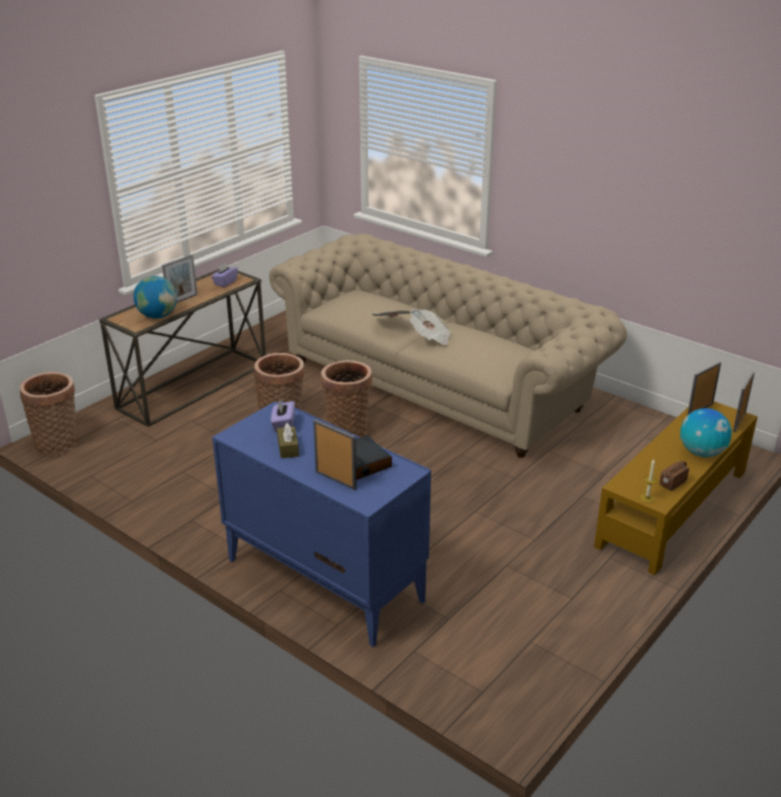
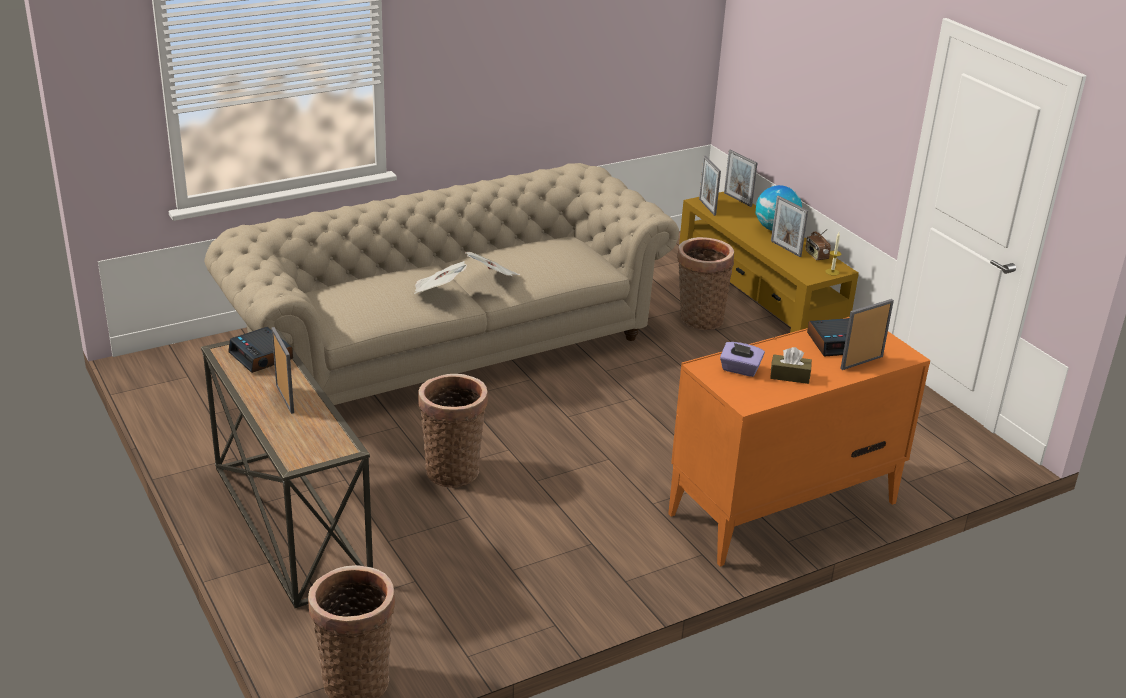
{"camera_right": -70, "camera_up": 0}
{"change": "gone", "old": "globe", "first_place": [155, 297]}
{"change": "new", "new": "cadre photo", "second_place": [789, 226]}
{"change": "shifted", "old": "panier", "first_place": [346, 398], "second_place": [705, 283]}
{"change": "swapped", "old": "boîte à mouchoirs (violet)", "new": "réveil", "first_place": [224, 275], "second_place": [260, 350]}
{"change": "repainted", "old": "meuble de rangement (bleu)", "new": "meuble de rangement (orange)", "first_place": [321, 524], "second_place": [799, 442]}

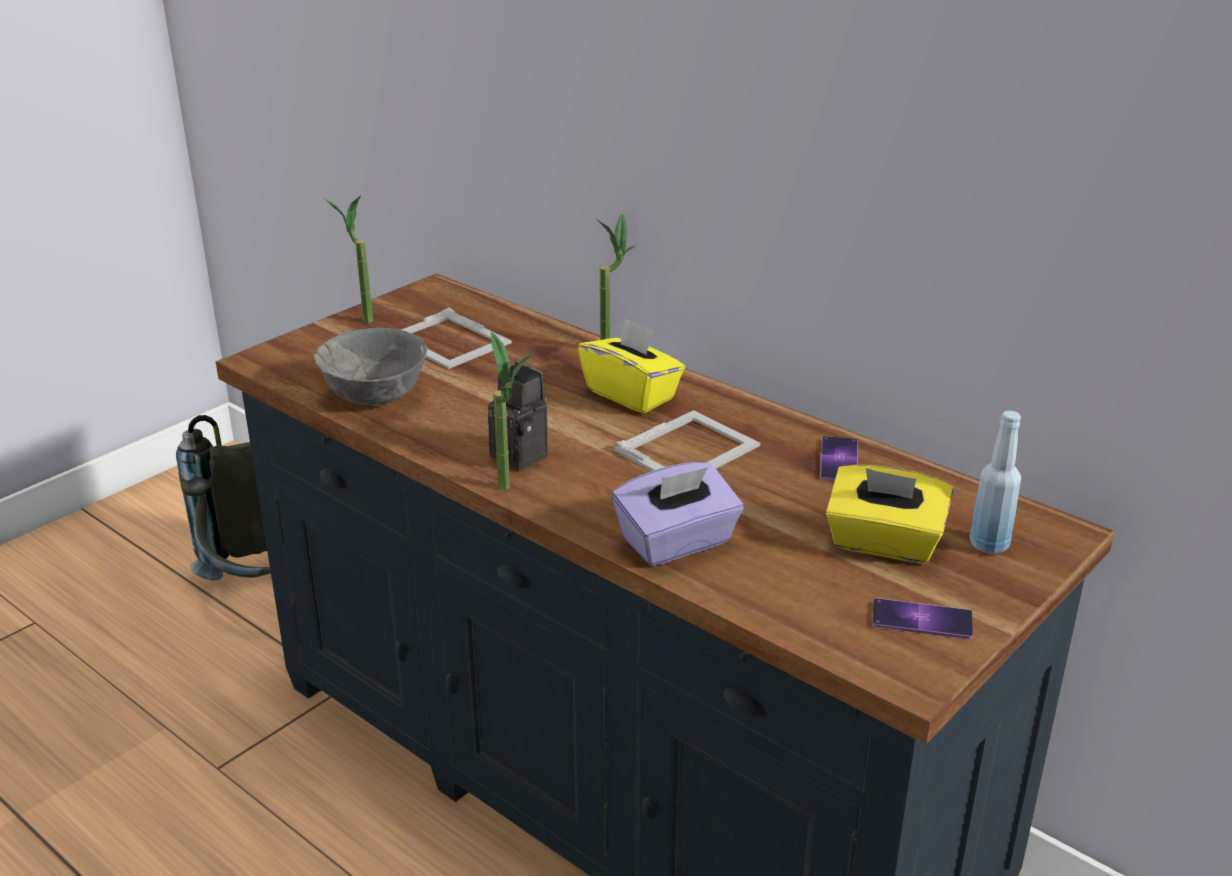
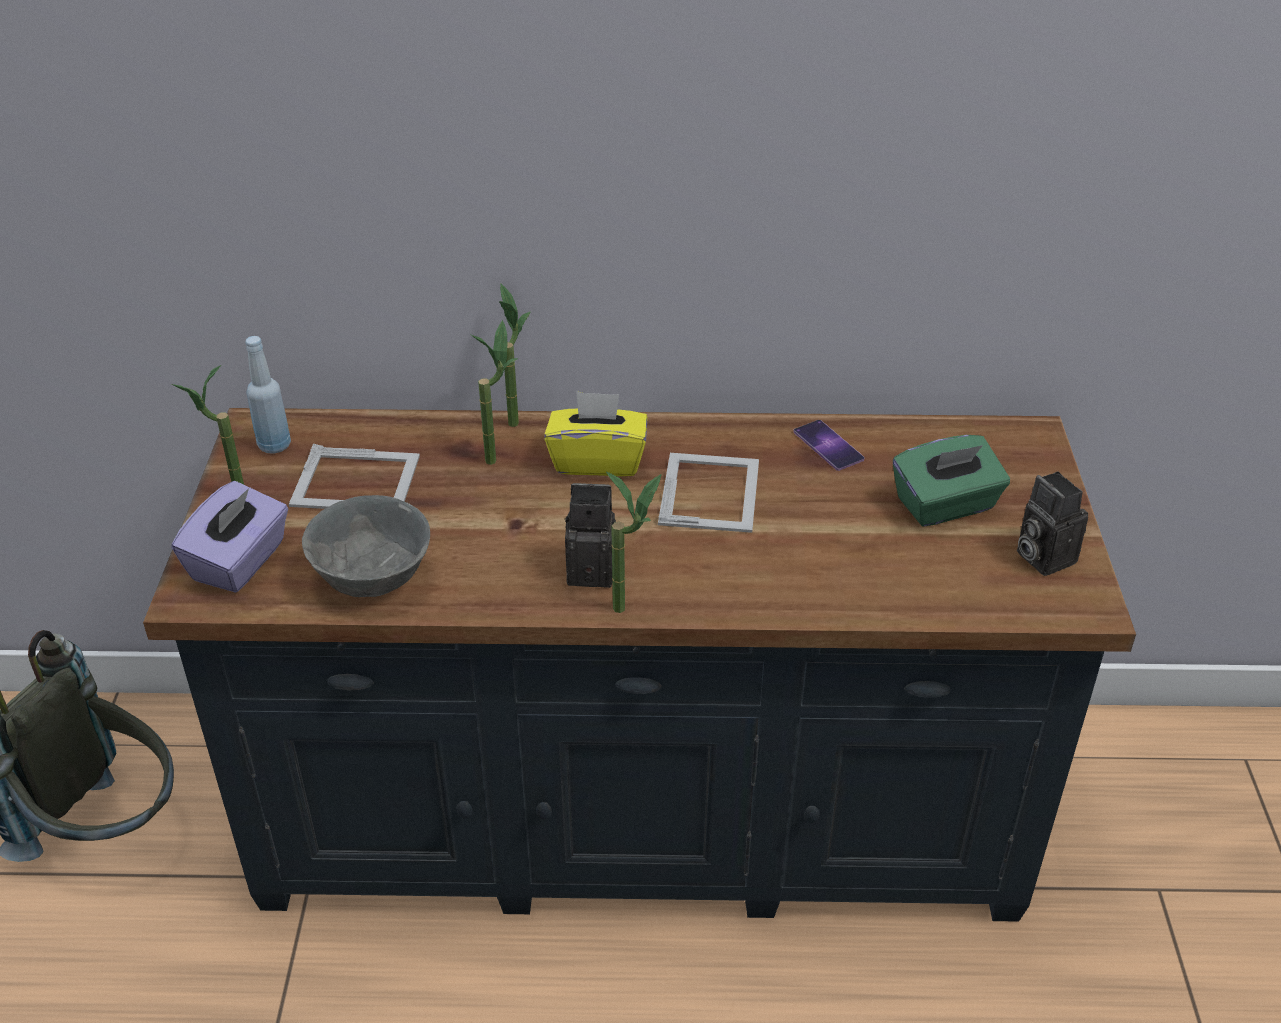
{"camera_right": -40, "camera_up": 10}
{"change": "new", "new": "plante en pot", "second_place": [494, 392]}
{"change": "shifted", "old": "boîte à mouchoirs (violet)", "first_place": [677, 514], "second_place": [229, 537]}
{"change": "shifted", "old": "bouteille (bleu)", "first_place": [995, 482], "second_place": [268, 395]}
{"change": "swapped", "old": "téléphone", "new": "appareil photo", "first_place": [922, 618], "second_place": [1052, 523]}
{"change": "repainted", "old": "boîte à mouchoirs (jaune)", "new": "boîte à mouchoirs (vert)", "first_place": [889, 514], "second_place": [951, 481]}

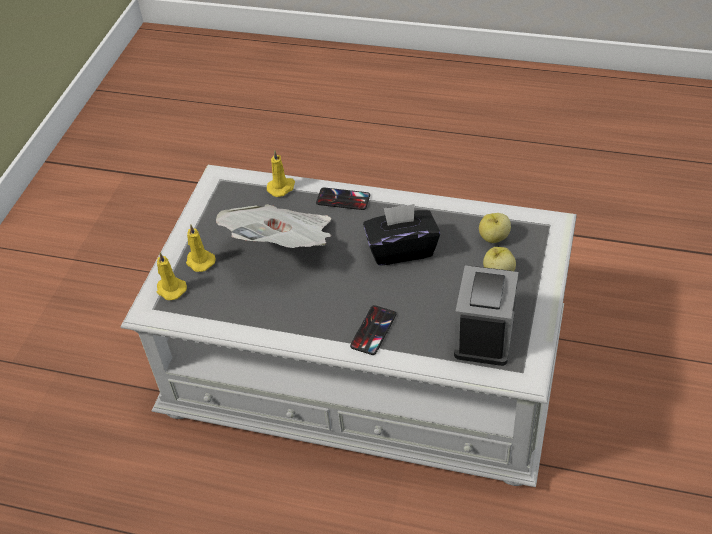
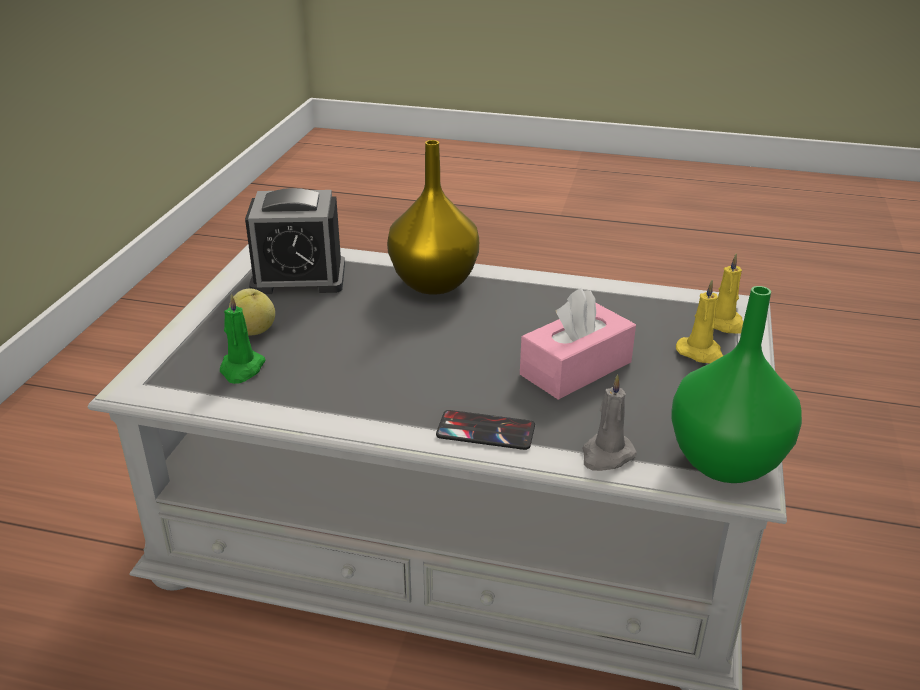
{"camera_right": 175, "camera_up": -15}
{"change": "gone", "old": "boîte à mouchoirs (noir)", "first_place": [401, 235]}
{"change": "new", "new": "vase (vert)", "second_place": [737, 384]}
{"change": "swapped", "old": "journal", "new": "boîte à mouchoirs (rose)", "first_place": [273, 226], "second_place": [578, 343]}
{"change": "swapped", "old": "téléphone", "new": "vase (jaune)", "first_place": [373, 330], "second_place": [433, 217]}
{"change": "swapped", "old": "pomme", "new": "bougie (vert)", "first_place": [495, 228], "second_place": [243, 339]}
{"change": "repainted", "old": "bougie (jaune)", "new": "bougie (gris)", "first_place": [281, 173], "second_place": [609, 422]}
{"change": "rotated", "old": "réveil", "first_place": [486, 316], "second_place": [295, 241], "degrees": -105}

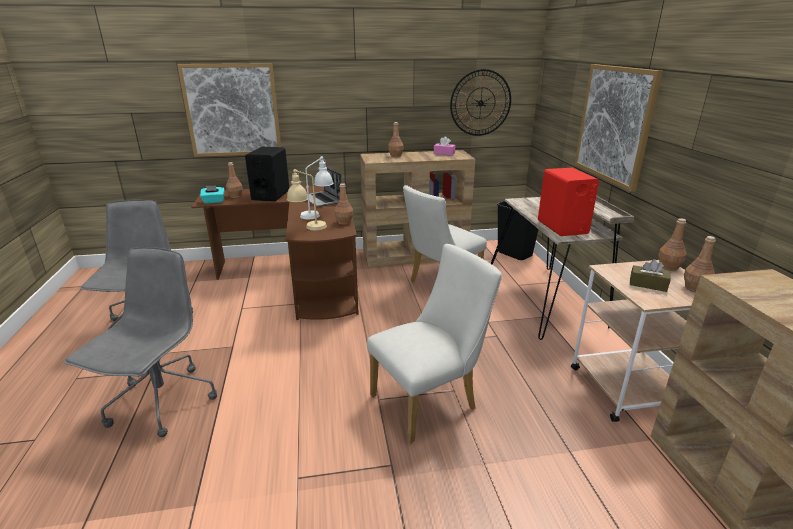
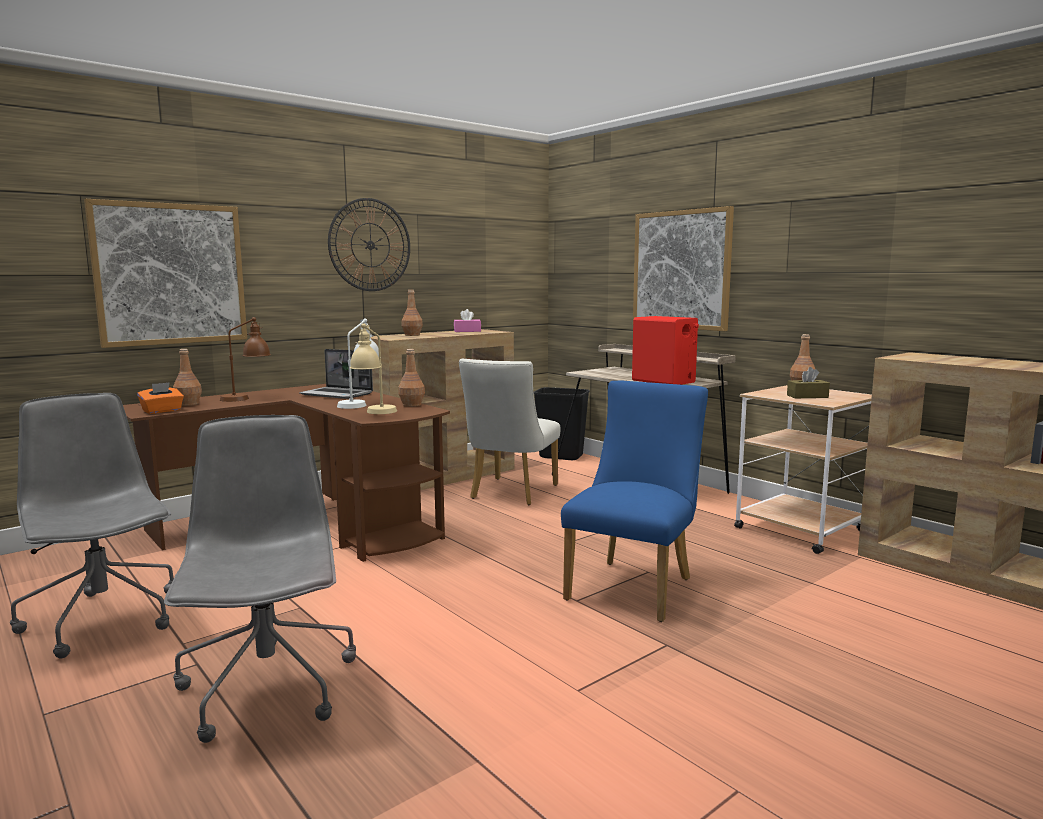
{"camera_right": -30, "camera_up": -15}
{"change": "gone", "old": "bouteille (marron)", "first_place": [700, 264]}
{"change": "shifted", "old": "horloge murale", "first_place": [480, 102], "second_place": [369, 244]}
{"change": "swapped", "old": "enceinte (noir)", "new": "lampe de table (marron)", "first_place": [267, 174], "second_place": [245, 359]}
{"change": "repainted", "old": "boîte à mouchoirs (turquoise)", "new": "boîte à mouchoirs (orange)", "first_place": [212, 194], "second_place": [160, 398]}
{"change": "repainted", "old": "chaise (blanc)", "new": "chaise (bleu)", "first_place": [434, 343], "second_place": [634, 501]}

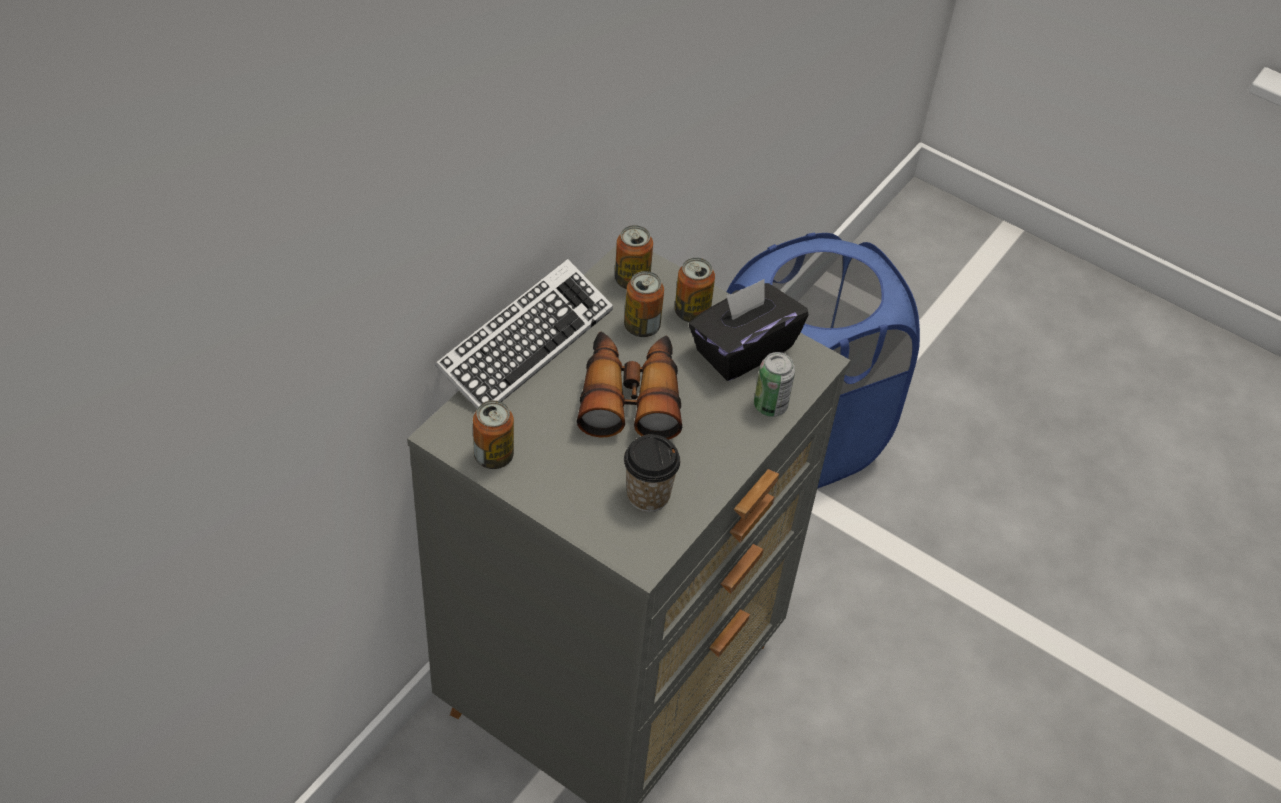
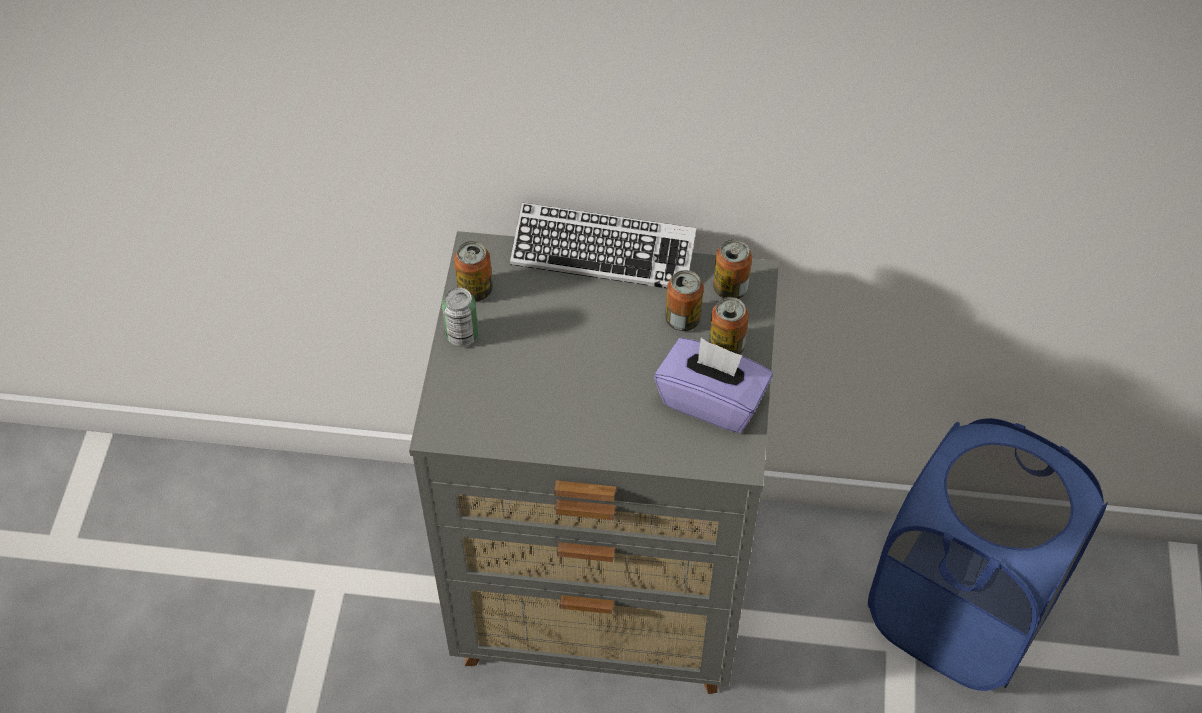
{"camera_right": 65, "camera_up": 5}
{"change": "gone", "old": "jumelles", "first_place": [630, 386]}
{"change": "gone", "old": "tasse", "first_place": [652, 473]}
{"change": "shifted", "old": "boîte métallique", "first_place": [774, 384], "second_place": [460, 317]}
{"change": "repainted", "old": "boîte à mouchoirs (noir)", "new": "boîte à mouchoirs (violet)", "first_place": [749, 330], "second_place": [714, 385]}

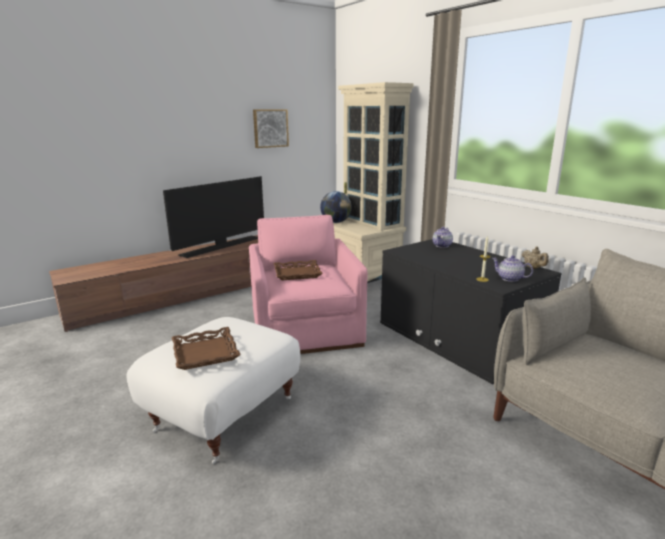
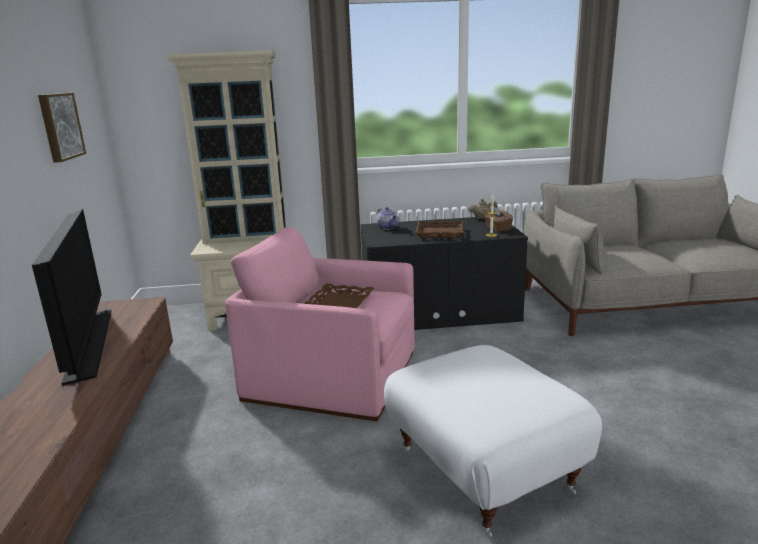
{"camera_right": -60, "camera_up": 0}
{"change": "gone", "old": "globe", "first_place": [336, 207]}
{"change": "shifted", "old": "plateau (marron)", "first_place": [206, 348], "second_place": [439, 229]}
{"change": "swapped", "old": "théière", "new": "boîte à mouchoirs (marron)", "first_place": [512, 268], "second_place": [499, 219]}

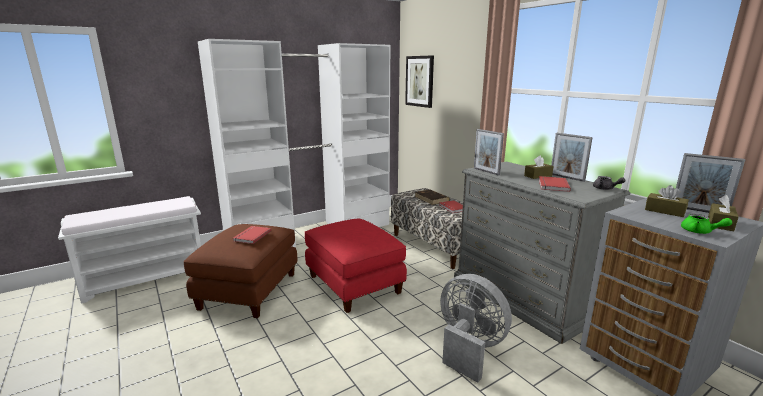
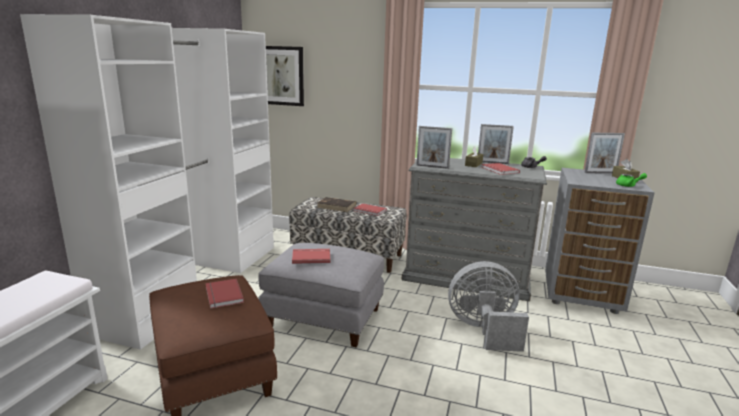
{"camera_right": -40, "camera_up": 0}
{"change": "gone", "old": "boîte à mouchoirs (marron)", "first_place": [667, 201]}
{"change": "new", "new": "livre (rouge)", "second_place": [311, 256]}
{"change": "repainted", "old": "pouf (rouge)", "new": "pouf (gris)", "first_place": [356, 266], "second_place": [321, 295]}

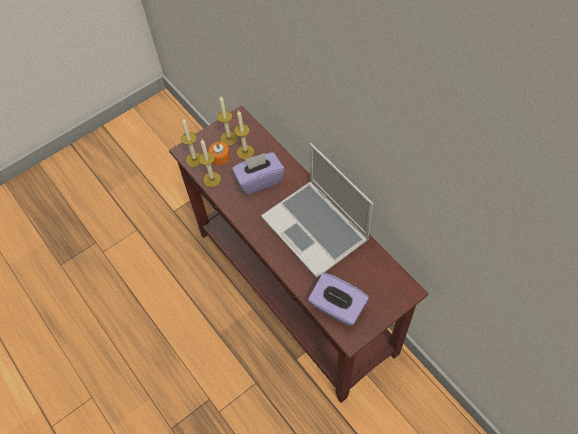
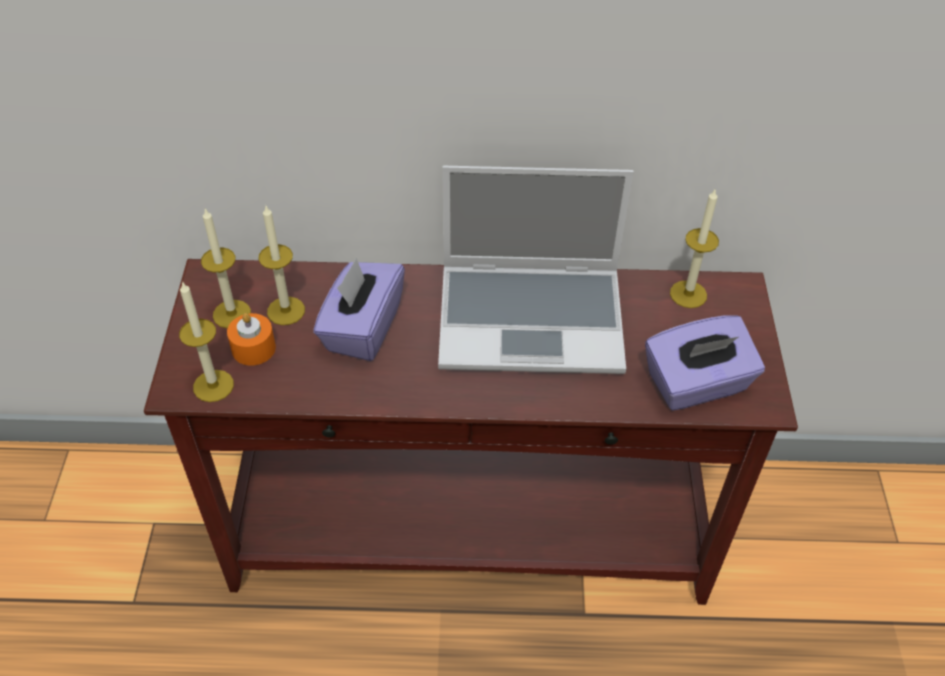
{"camera_right": -55, "camera_up": -10}
{"change": "shifted", "old": "bougie", "first_place": [210, 163], "second_place": [694, 248]}

